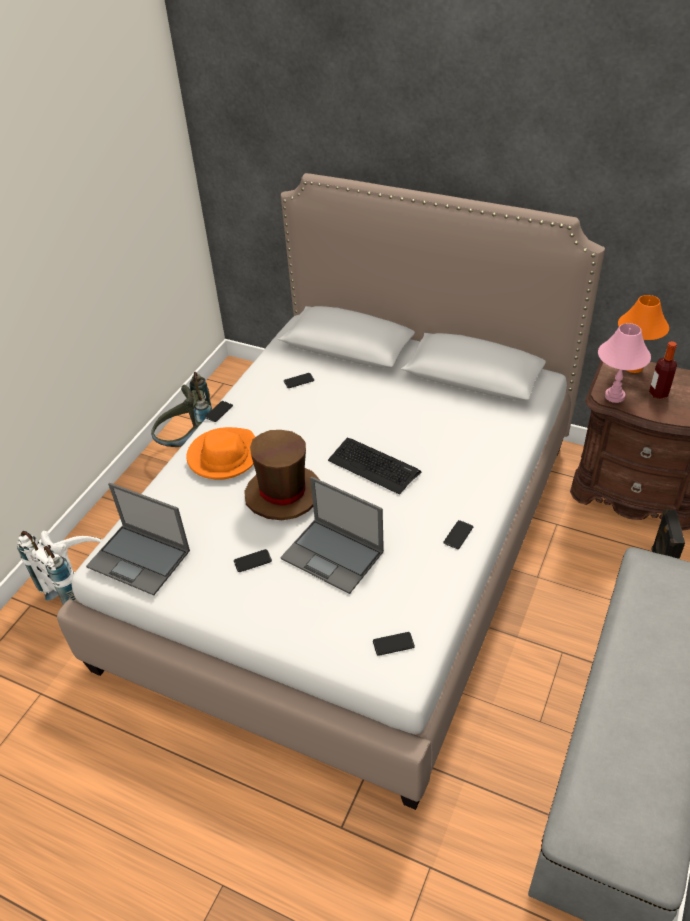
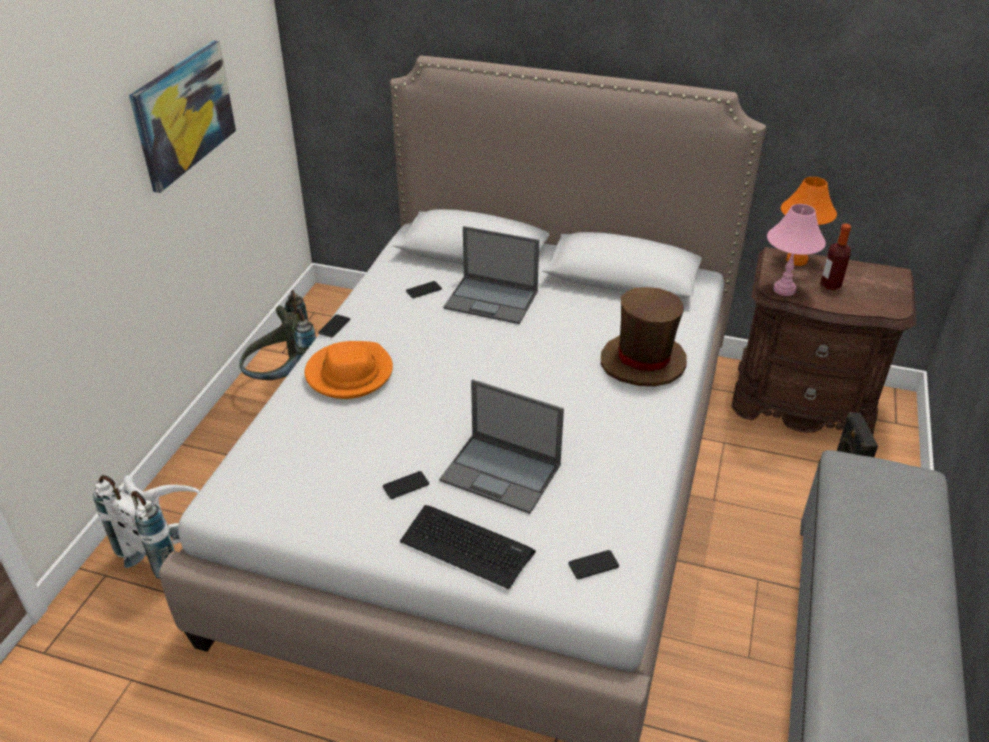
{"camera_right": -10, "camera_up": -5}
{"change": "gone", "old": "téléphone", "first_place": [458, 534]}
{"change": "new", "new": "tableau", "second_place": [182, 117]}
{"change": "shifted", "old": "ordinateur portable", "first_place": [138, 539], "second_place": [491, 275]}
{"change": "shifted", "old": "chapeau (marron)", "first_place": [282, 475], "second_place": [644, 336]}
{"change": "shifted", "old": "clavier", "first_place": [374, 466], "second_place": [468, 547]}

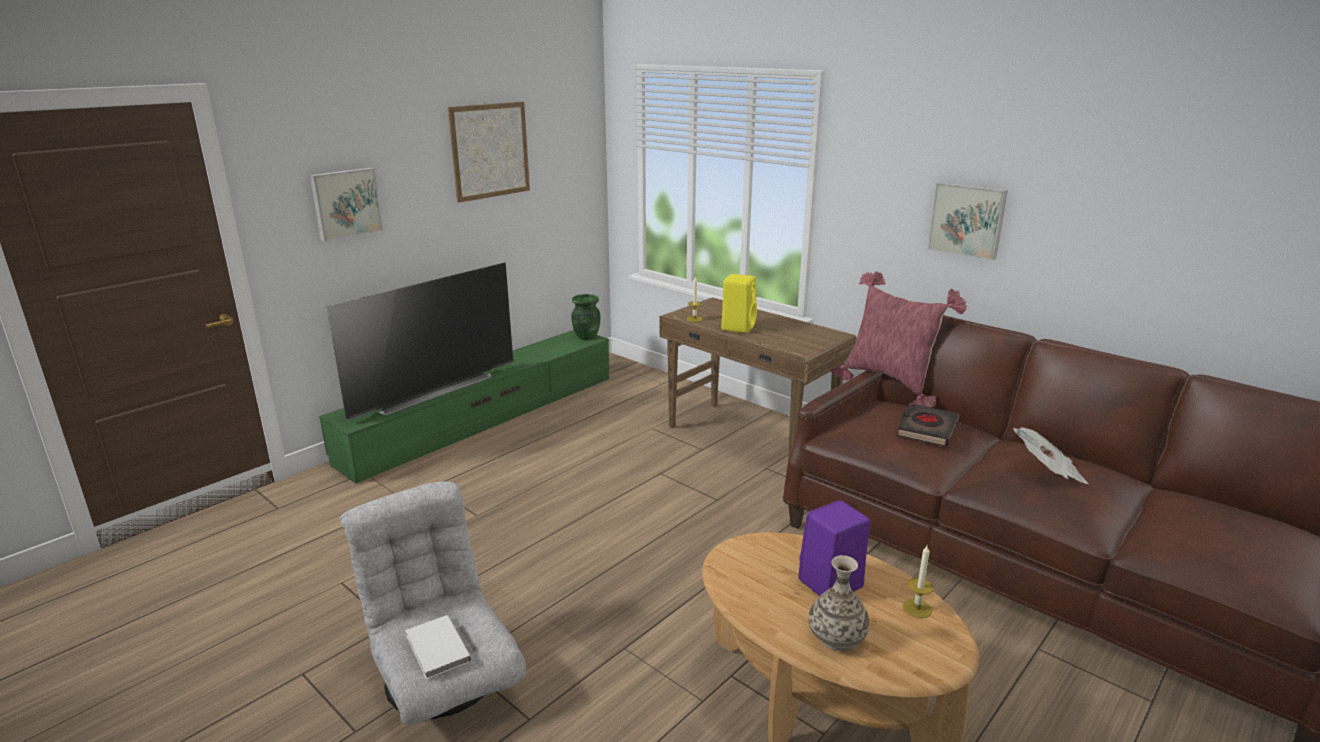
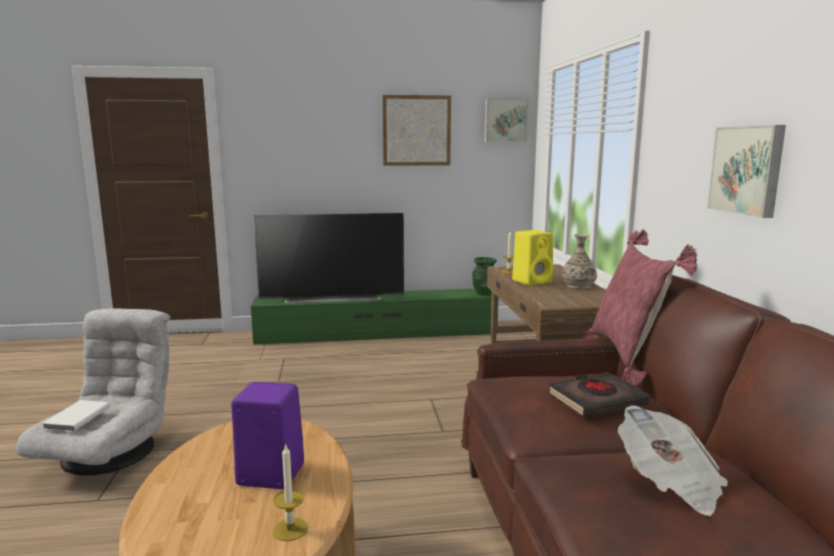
{"camera_right": 40, "camera_up": -10}
{"change": "shifted", "old": "tableau", "first_place": [346, 204], "second_place": [506, 120]}
{"change": "shifted", "old": "vase", "first_place": [838, 603], "second_place": [579, 261]}

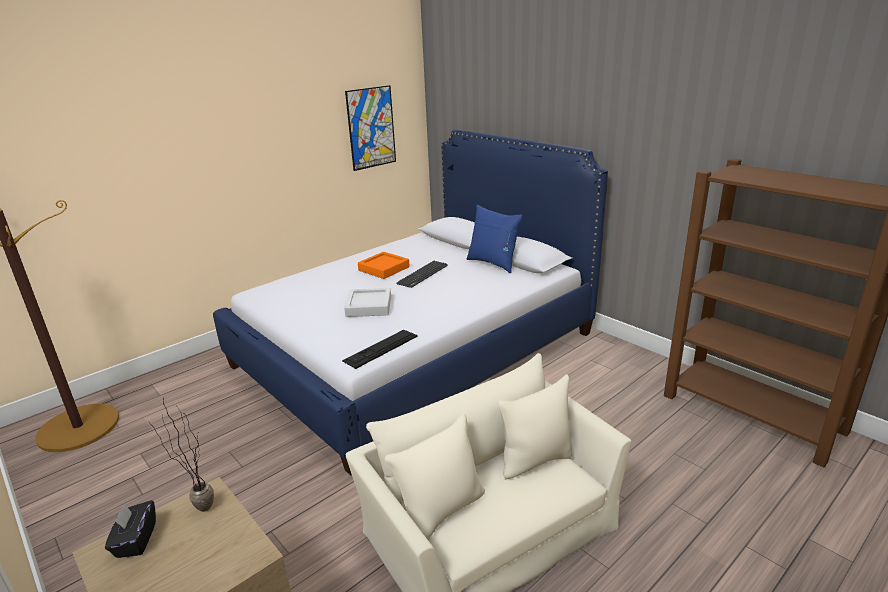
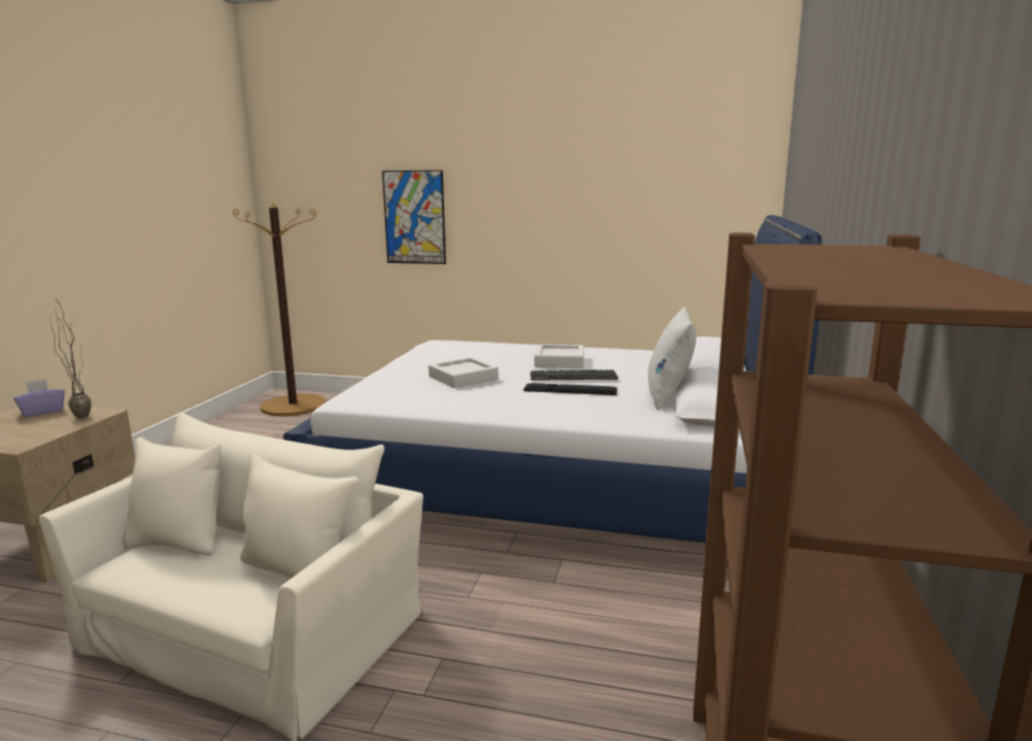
{"camera_right": 55, "camera_up": -10}
{"change": "shifted", "old": "clavier", "first_place": [380, 349], "second_place": [570, 389]}
{"change": "shifted", "old": "tableau", "first_place": [370, 128], "second_place": [414, 217]}
{"change": "repainted", "old": "boîte à mouchoirs (noir)", "new": "boîte à mouchoirs (violet)", "first_place": [130, 529], "second_place": [39, 398]}
{"change": "repainted", "old": "plateau (orange)", "new": "plateau (gris)", "first_place": [384, 265], "second_place": [559, 356]}
{"change": "repainted", "old": "coussin (bleu)", "new": "coussin (gris)", "first_place": [495, 239], "second_place": [672, 358]}

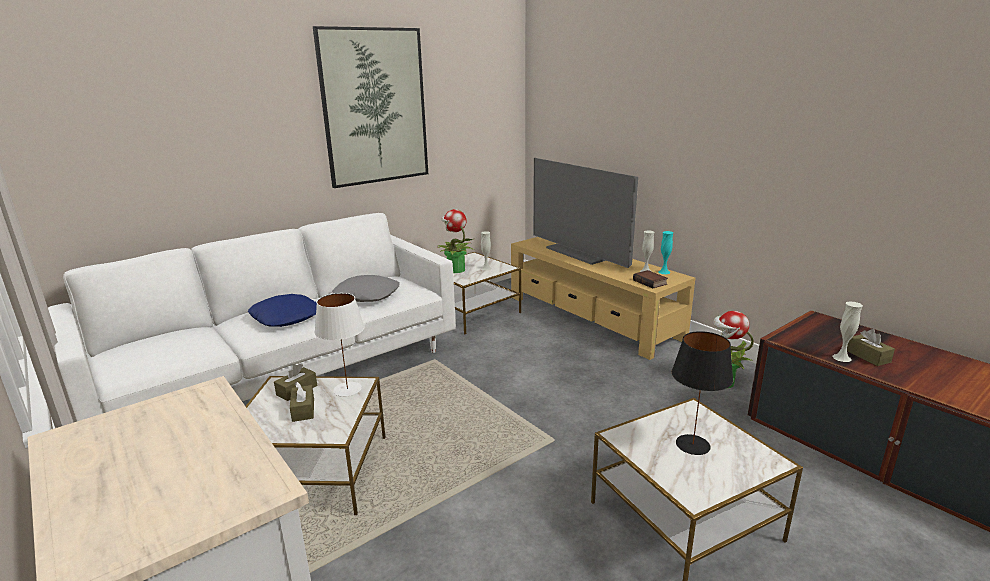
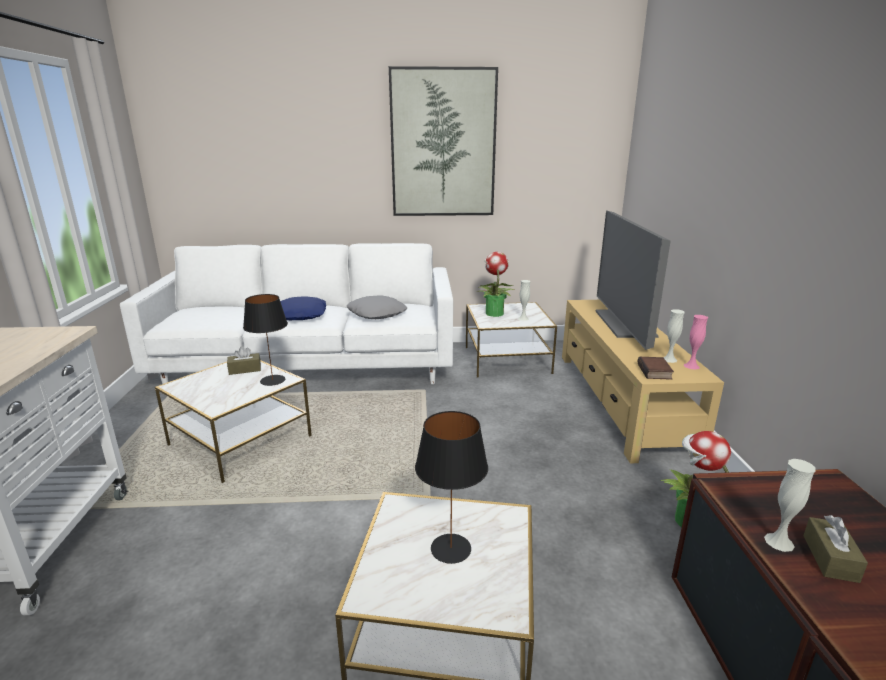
{"camera_right": 35, "camera_up": 0}
{"change": "gone", "old": "boîte à mouchoirs (marron)", "first_place": [302, 402]}
{"change": "repainted", "old": "lampe de table (blanc)", "new": "lampe de table (noir)", "first_place": [339, 345], "second_place": [265, 340]}
{"change": "repainted", "old": "vase (turquoise)", "new": "vase (rose)", "first_place": [666, 252], "second_place": [695, 342]}

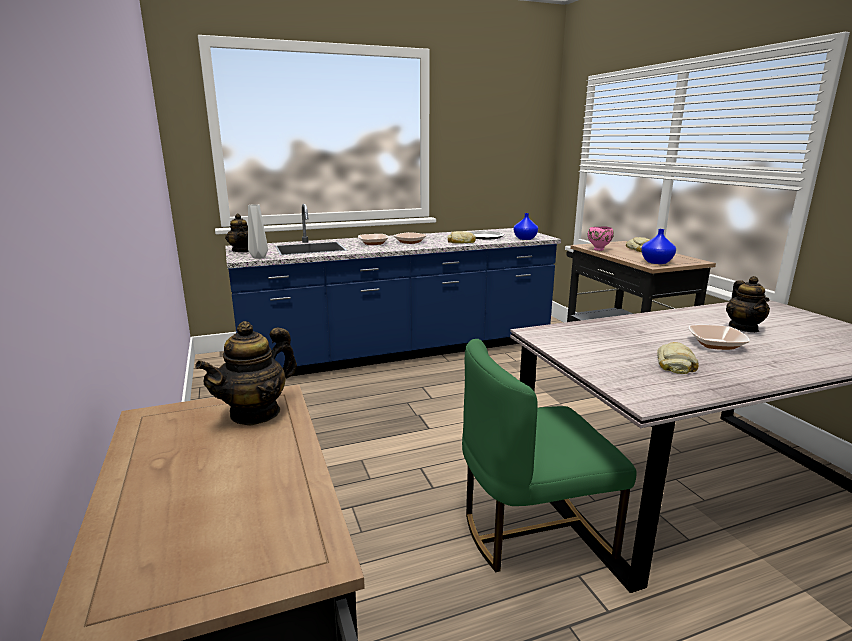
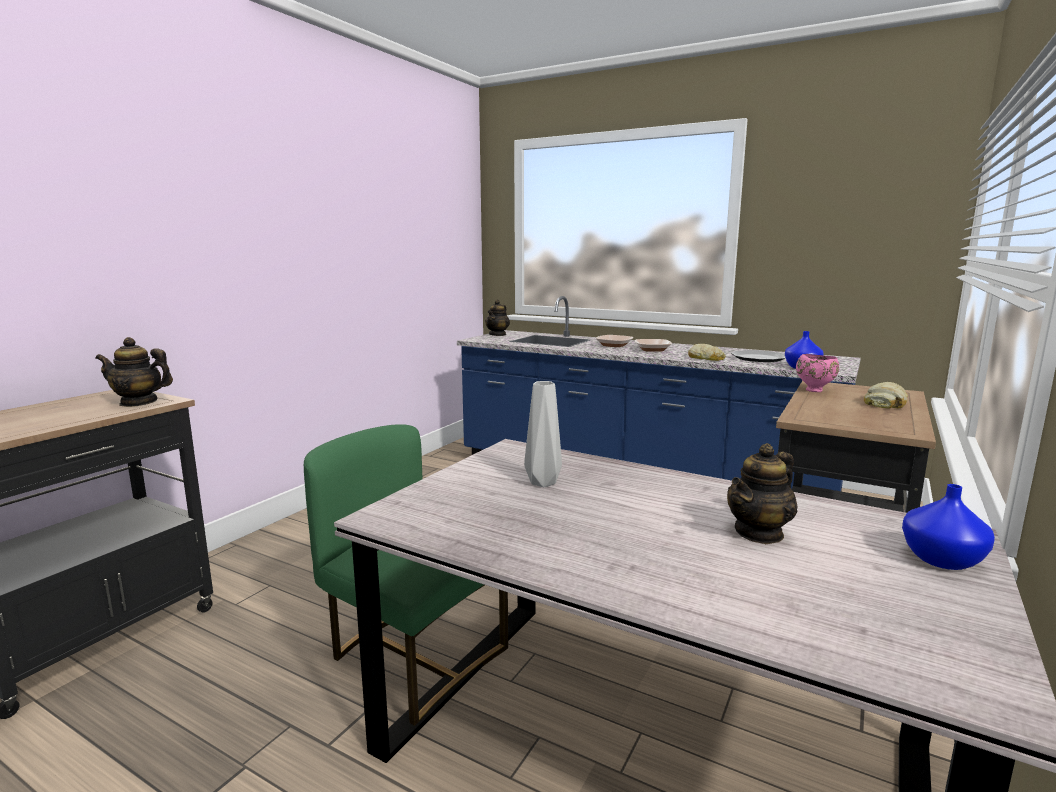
{"camera_right": 50, "camera_up": -5}
{"change": "gone", "old": "pain", "first_place": [678, 358]}
{"change": "gone", "old": "bol", "first_place": [719, 337]}
{"change": "shifted", "old": "vase (gris)", "first_place": [258, 231], "second_place": [543, 434]}
{"change": "shifted", "old": "vase (bleu)", "first_place": [658, 246], "second_place": [948, 527]}

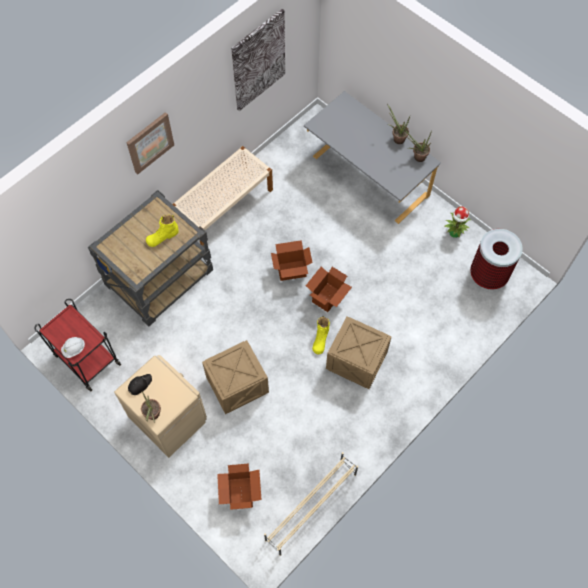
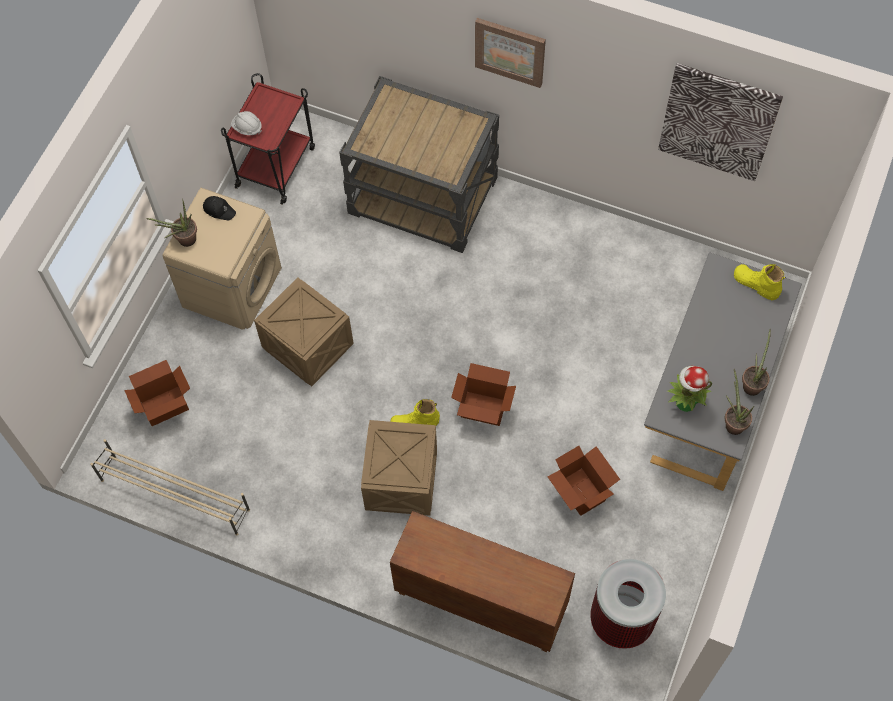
{"camera_right": 70, "camera_up": 0}
{"change": "gone", "old": "banc (beige)", "first_place": [223, 196]}
{"change": "new", "new": "meuble de rangement (marron)", "second_place": [482, 581]}
{"change": "shifted", "old": "botte (jaune)", "first_place": [162, 231], "second_place": [759, 282]}
{"change": "shifted", "old": "carton", "first_place": [292, 260], "second_place": [584, 481]}
{"change": "shifted", "old": "plante en pot", "first_place": [457, 222], "second_place": [689, 389]}

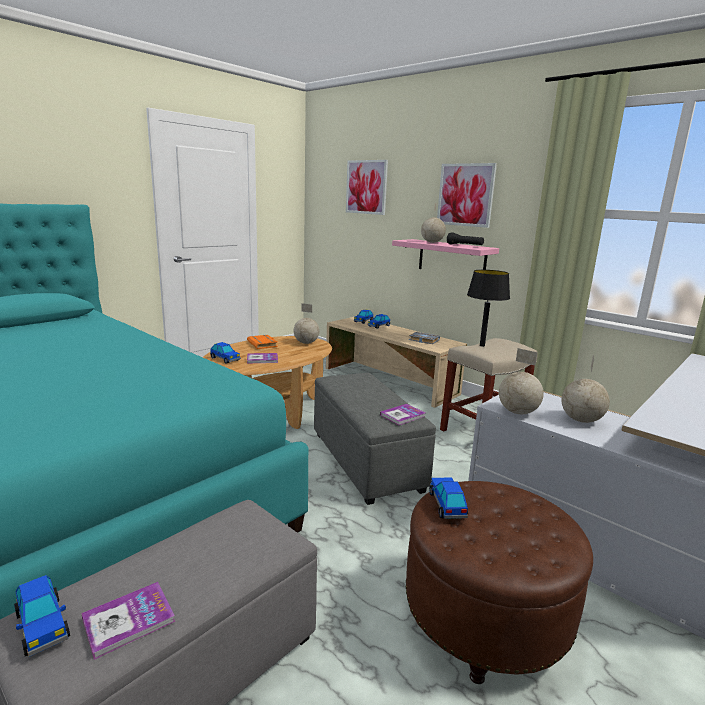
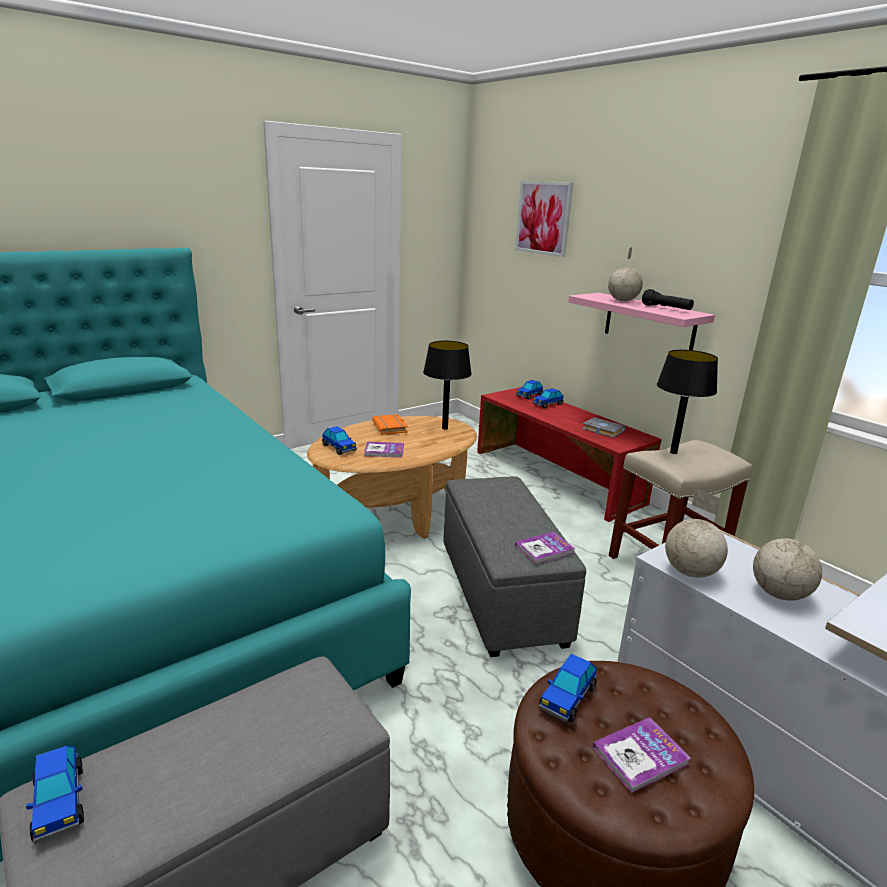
{"camera_right": 10, "camera_up": 5}
{"change": "gone", "old": "tableau", "first_place": [467, 195]}
{"change": "shifted", "old": "livre", "first_place": [128, 621], "second_place": [642, 755]}
{"change": "swapped", "old": "globe", "new": "lampe de table (noir)", "first_place": [306, 323], "second_place": [447, 385]}
{"change": "repainted", "old": "banc (beige)", "new": "banc (rouge)", "first_place": [396, 362], "second_place": [569, 454]}
{"change": "rotated", "old": "petite voiture", "first_place": [448, 498], "second_place": [568, 688], "degrees": -150}

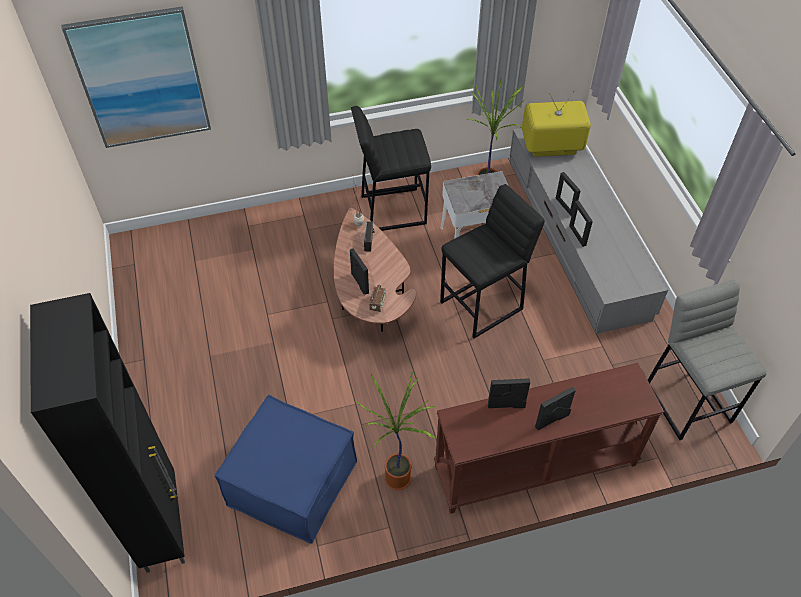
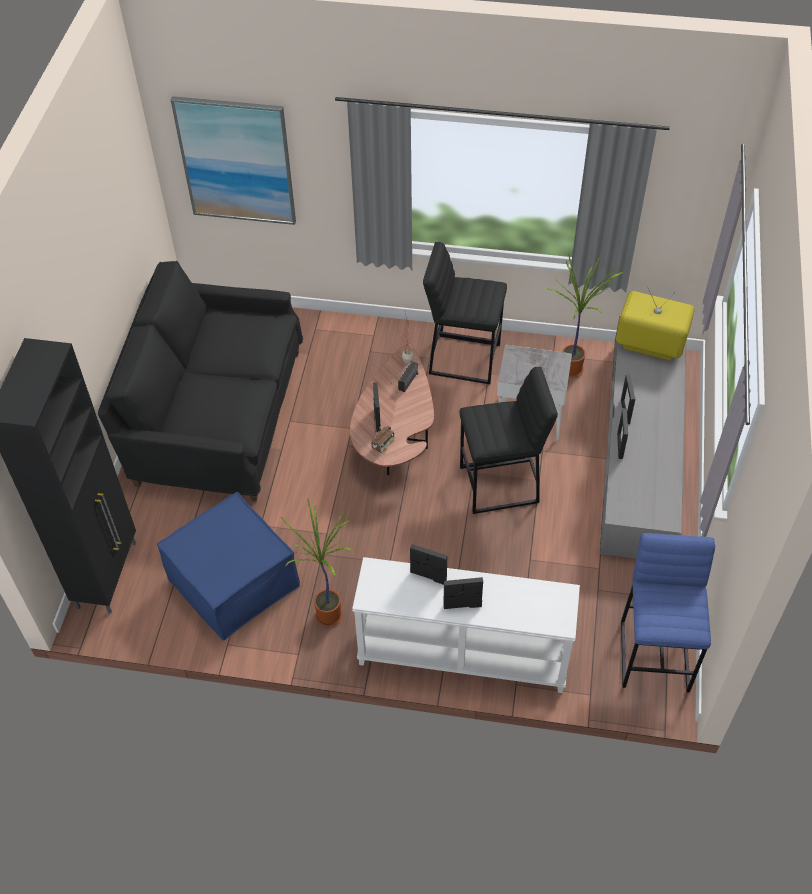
{"camera_right": 25, "camera_up": 0}
{"change": "new", "new": "canapé (noir)", "second_place": [200, 381]}
{"change": "repainted", "old": "table console (marron)", "new": "table console (blanc)", "first_place": [549, 438], "second_place": [466, 625]}
{"change": "repainted", "old": "tabouret (gris)", "new": "tabouret (bleu)", "first_place": [707, 359], "second_place": [668, 613]}

